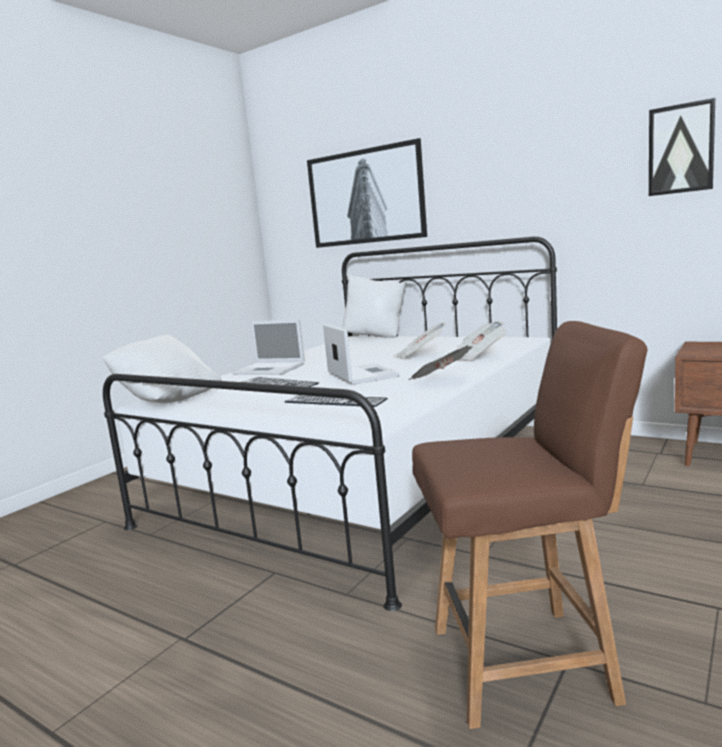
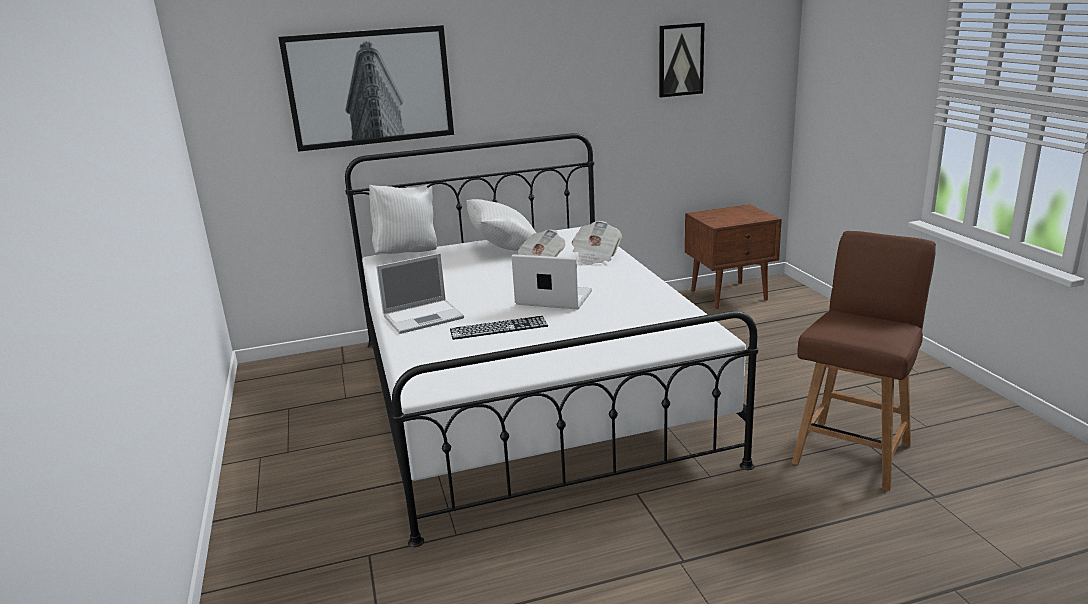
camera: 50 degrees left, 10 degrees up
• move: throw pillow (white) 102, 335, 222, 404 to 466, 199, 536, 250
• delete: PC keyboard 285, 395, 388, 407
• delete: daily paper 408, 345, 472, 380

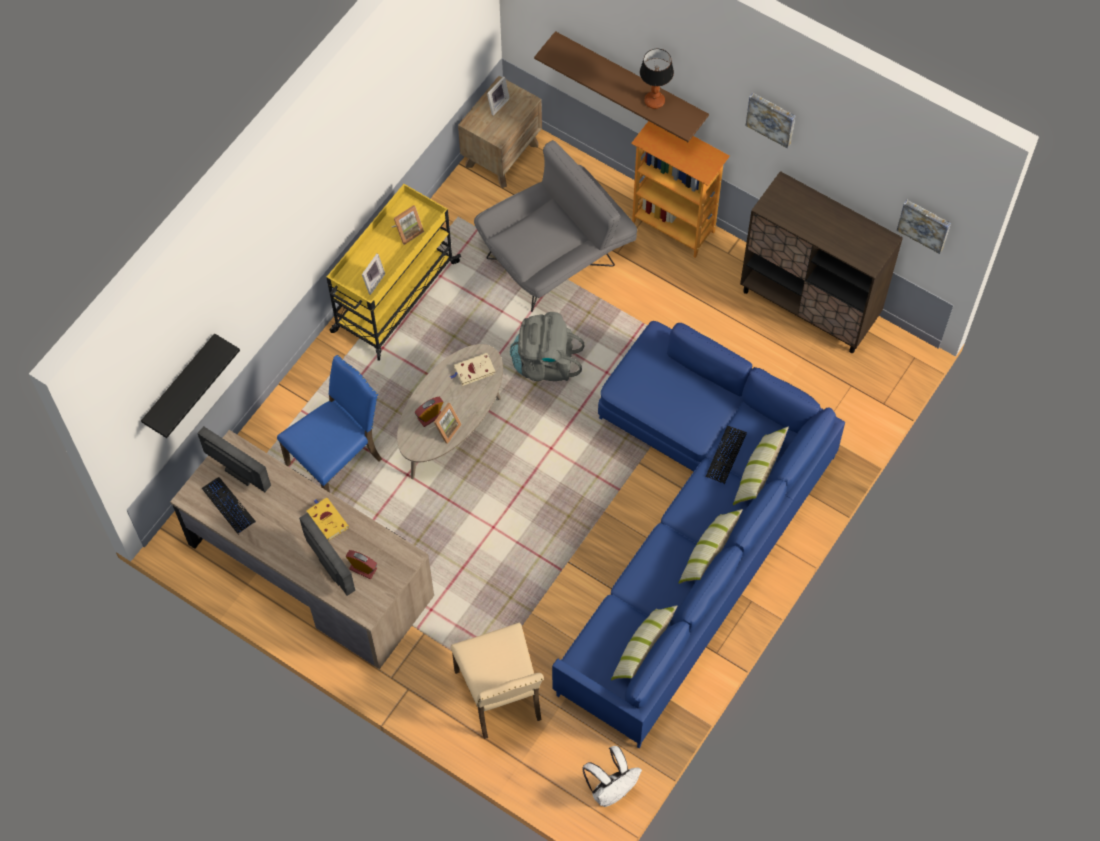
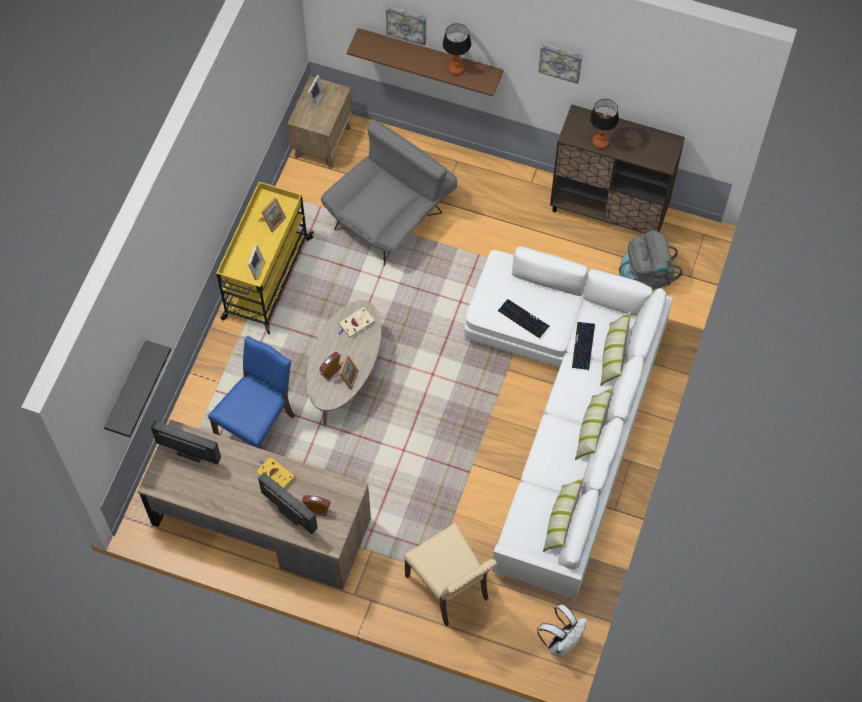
camera: 15 degrees left, 0 degrees up
• move: wall art 897, 200, 951, 254 to 386, 6, 426, 46
• recolor: settee (bluish) 552, 321, 845, 748 to settee (white) 464, 246, 673, 603
• move: PC keyboard 202, 477, 256, 534 to 498, 299, 549, 338
• insert: lamp for a table 590, 99, 619, 149
• move: rucksack (greyish) 510, 312, 585, 381 to 619, 230, 682, 289
• delete: bookcase 631, 121, 730, 258

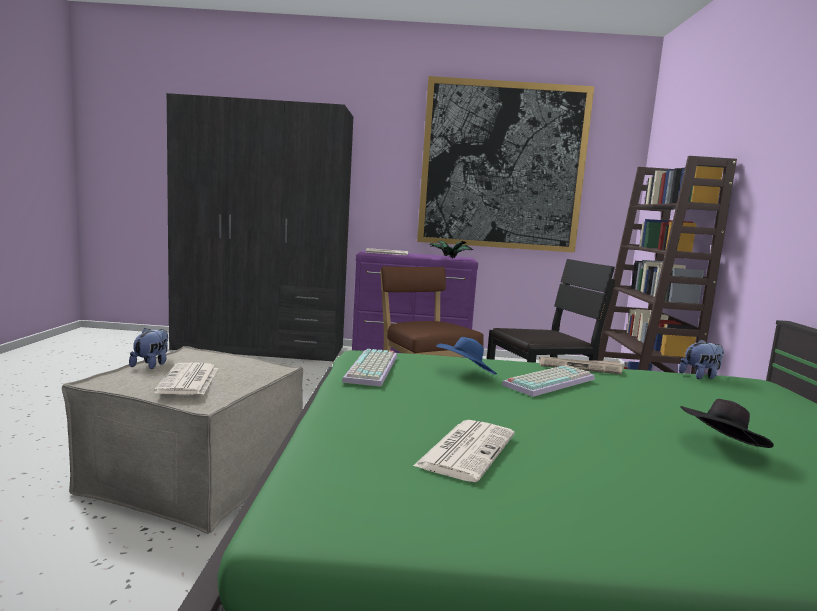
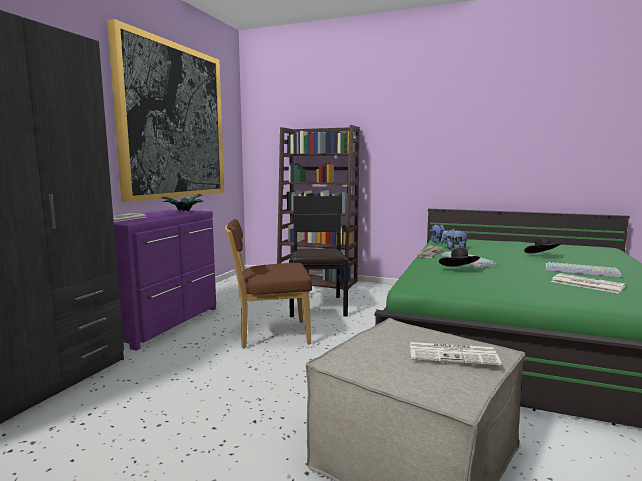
camera: 70 degrees left, 0 degrees up
• recolor: hat (bluish) 436, 337, 497, 375 to hat (blackish) 439, 248, 480, 267
• move: soft toy 129, 328, 168, 369 to 441, 229, 469, 250
• move: PC keyboard 342, 349, 397, 387 to 545, 262, 622, 277

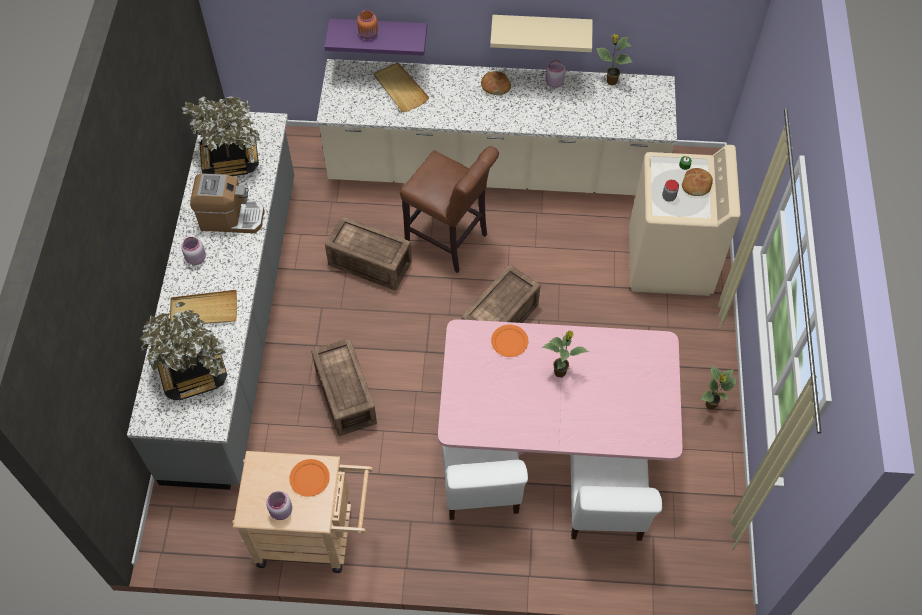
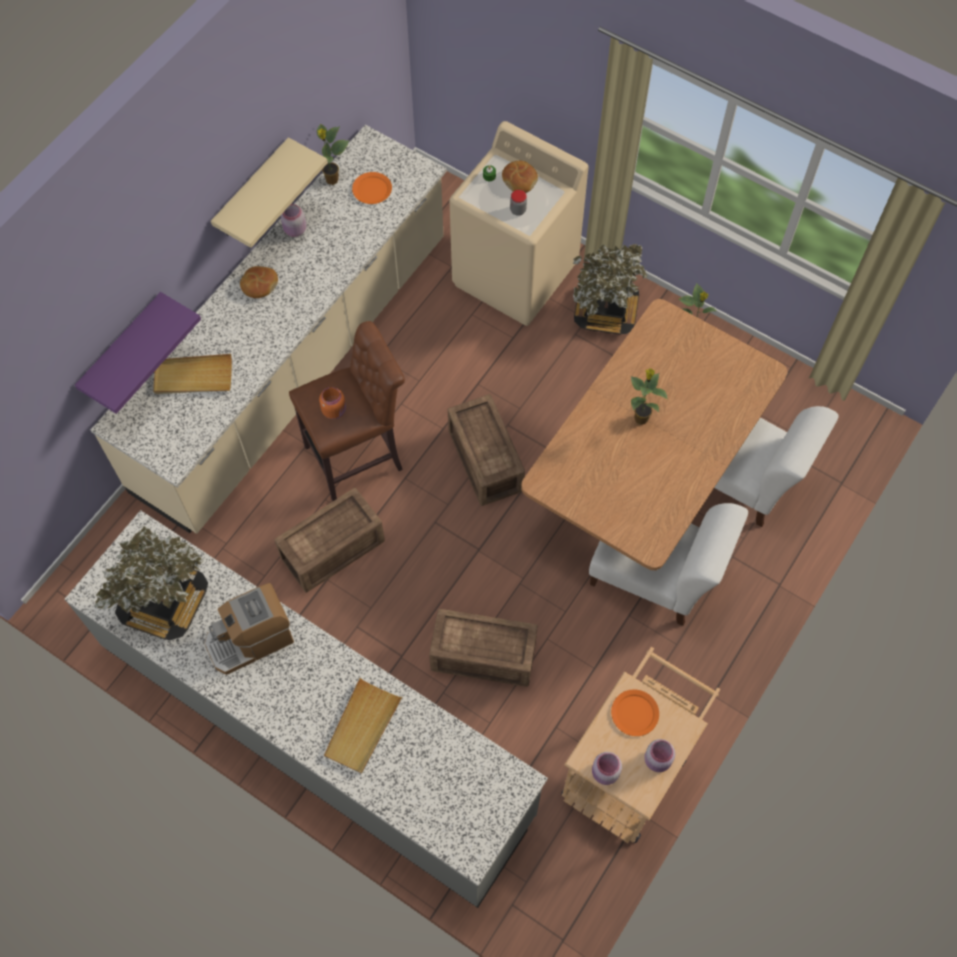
camera: 60 degrees left, 5 degrees up
• rotate: coffee machine 190, 173, 265, 233 = 204, 583, 294, 675 150 degrees counterclockwise
• move: preserve jar (orange-coloured) 357, 10, 378, 39 to 319, 387, 346, 419
• move: dinner plate (orange-coloured) 491, 325, 528, 357 to 352, 172, 392, 204
• recolor: dinner table (pink) 438, 319, 683, 461 to dinner table (brown) 521, 299, 787, 570
• move: houseplant 140, 302, 227, 400 to 573, 244, 648, 335
• move: preserve jar (pink) 182, 237, 206, 265 to 592, 752, 622, 785

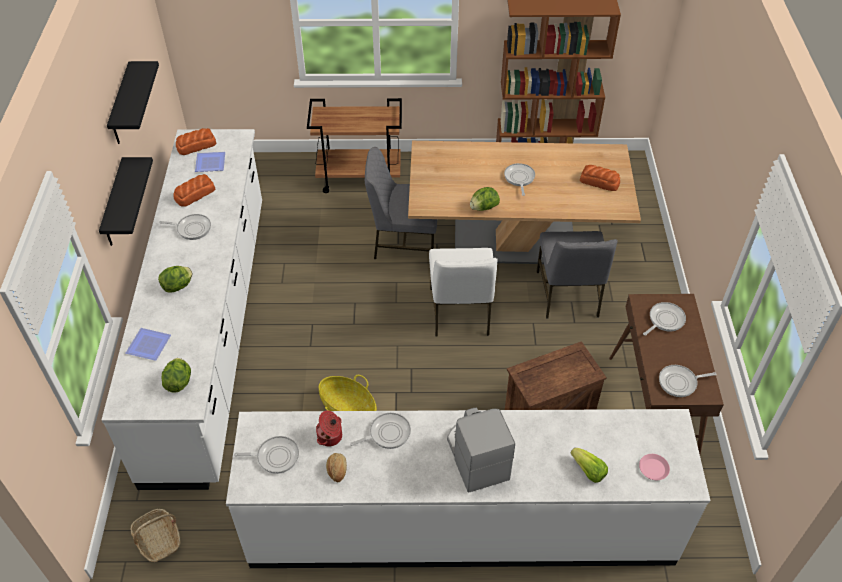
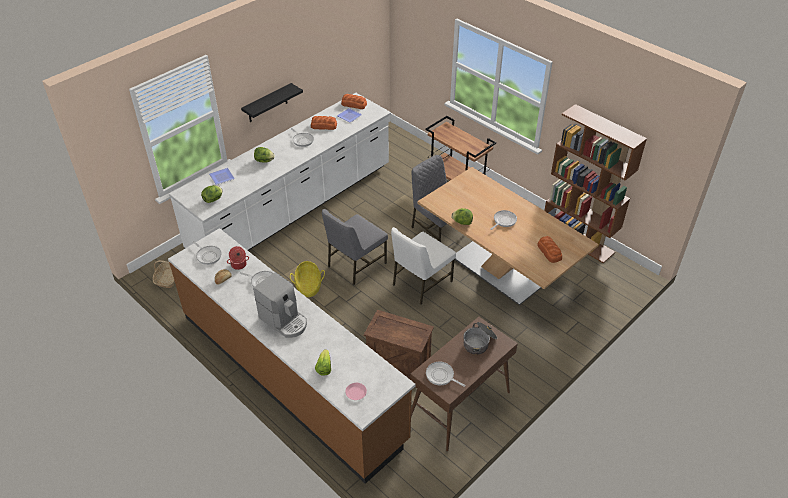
camera: 45 degrees right, 5 degrees down
• recolor: kitchen base unit (white) 226, 409, 710, 568 to kitchen base unit (brown) 168, 228, 416, 484
• rotate: coffee machine 447, 408, 515, 492 = 253, 272, 307, 338 105 degrees clockwise
• move: plain chair (greyish) 536, 231, 618, 318 to 322, 209, 388, 285
• replace: skillet 643, 302, 686, 336 to cooking pot 463, 322, 497, 355
• delete: shelf (blackish) 107, 61, 159, 144

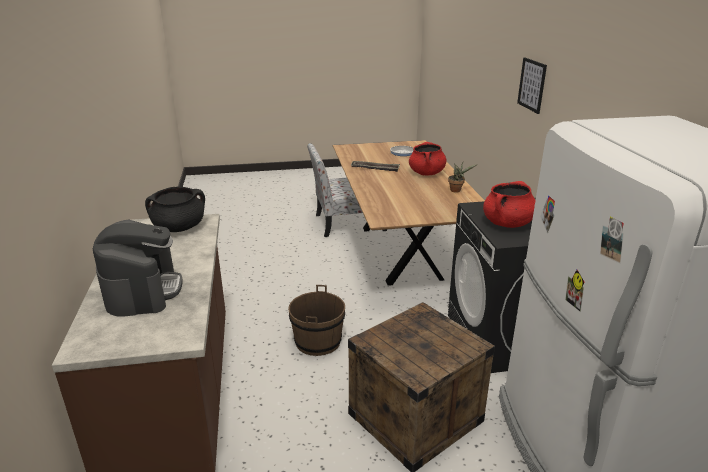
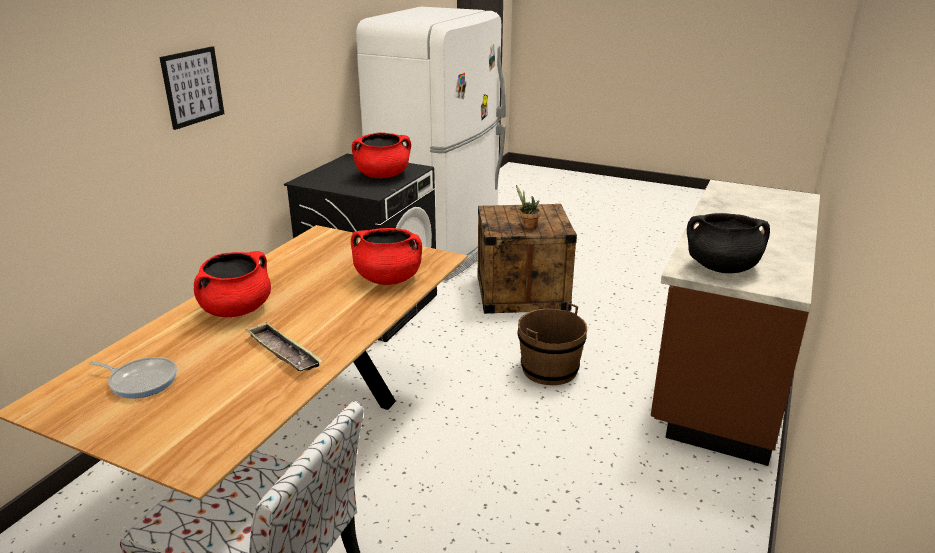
camera: 145 degrees left, 0 degrees up
• insert: cooking pot (red-coloured) 351, 228, 422, 285
• move: houseplant 448, 162, 477, 193 to 516, 185, 540, 229
• delete: coffee machine 93, 220, 183, 317

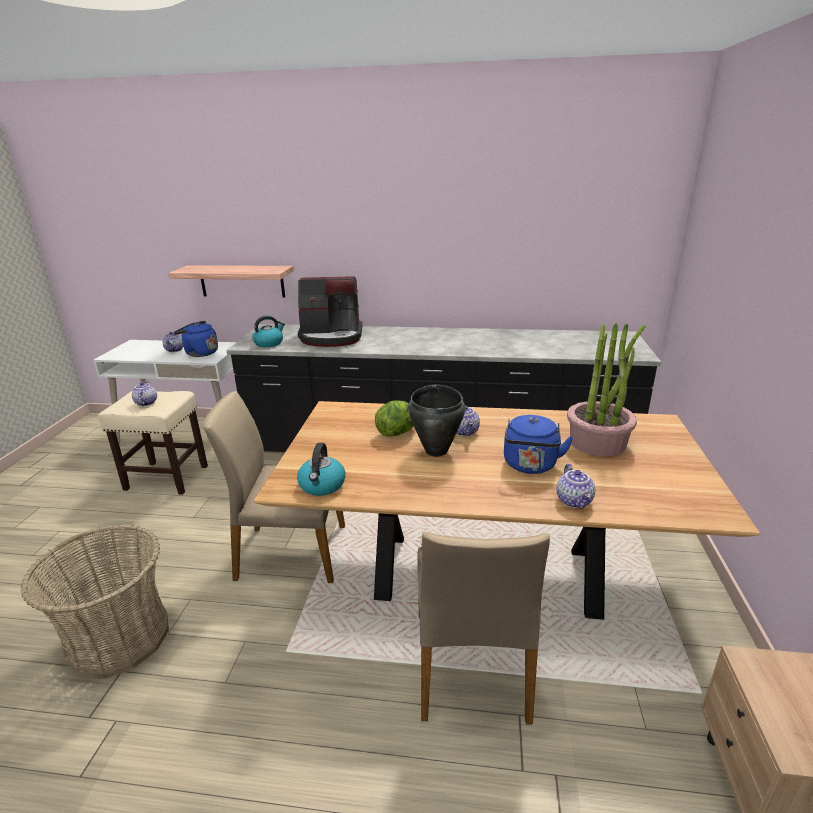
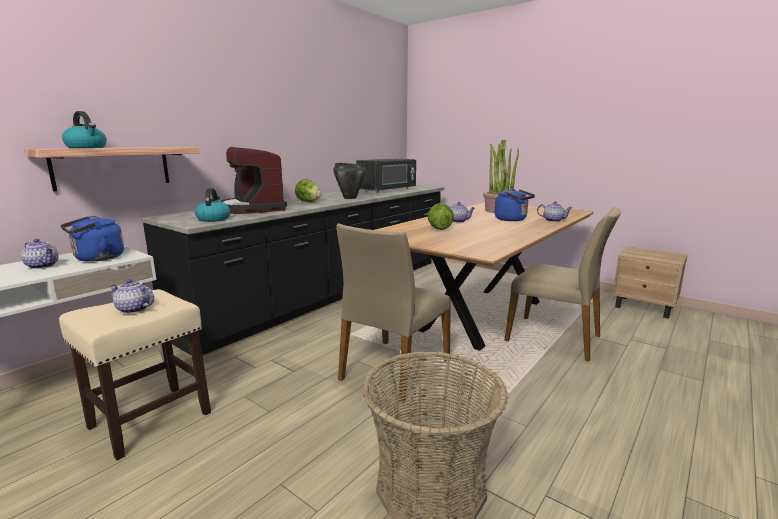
camera: 60 degrees left, 10 degrees down
• move: water kettle 297, 443, 345, 496 to 62, 111, 107, 148
• rotate: coffee machine 298, 276, 362, 347 = 221, 147, 287, 214 120 degrees clockwise
• insert: lettuce 295, 179, 322, 202
• move: cooking pot (blackish) 408, 385, 465, 457 to 333, 163, 366, 199
• insert: microwave oven (blackish) 356, 158, 416, 193

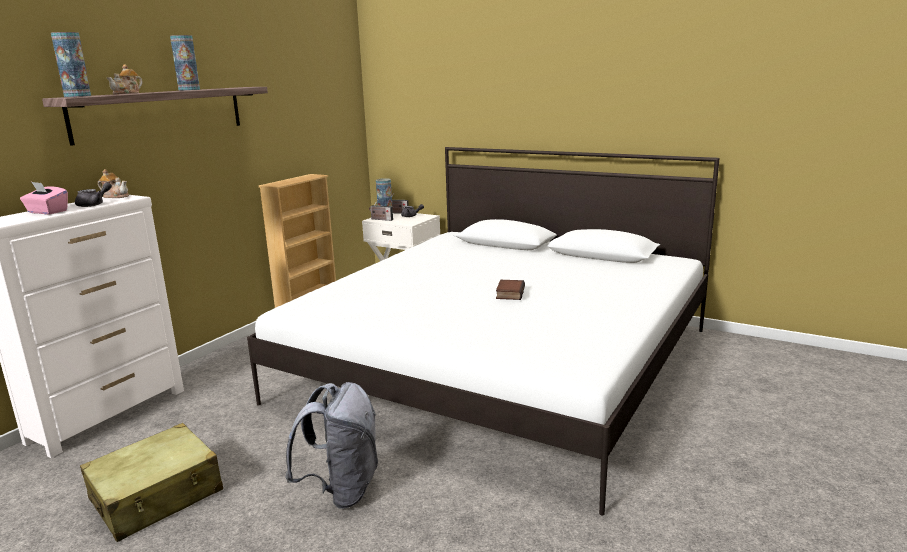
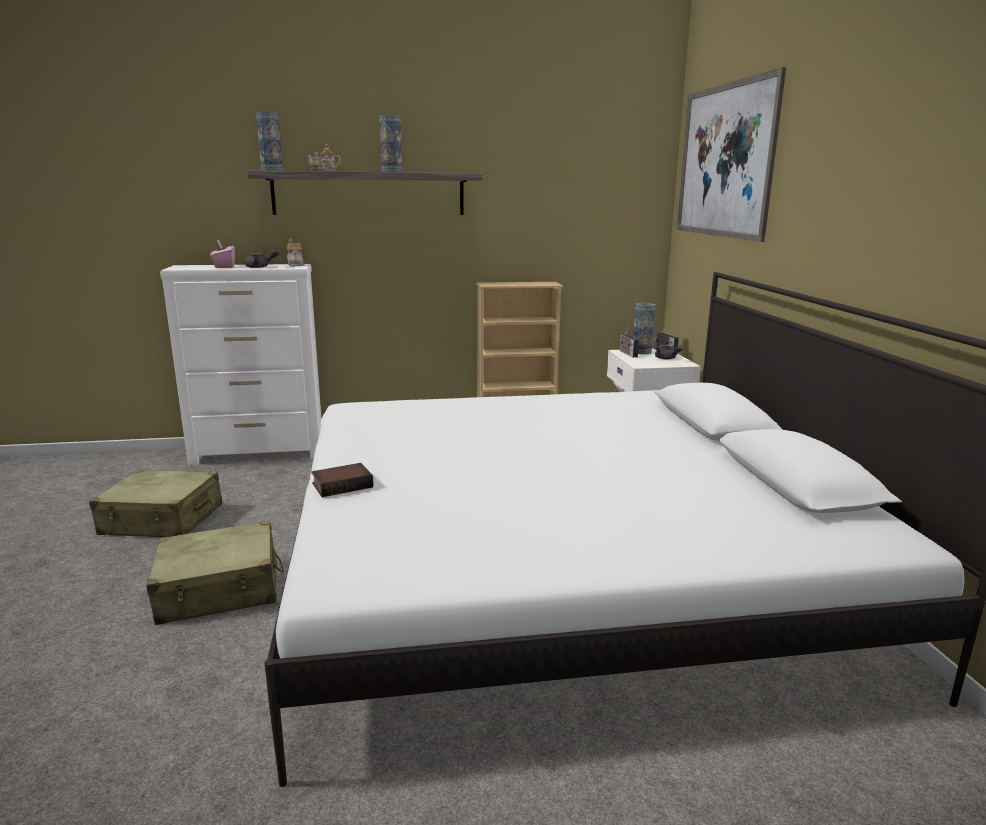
camera: 50 degrees right, 0 degrees up
• replace: rucksack (greyish) 285, 382, 378, 509 to travel case (beige) 147, 521, 284, 625
• move: volume 496, 280, 525, 300 to 311, 463, 373, 497
• insert: wall art 677, 67, 786, 242

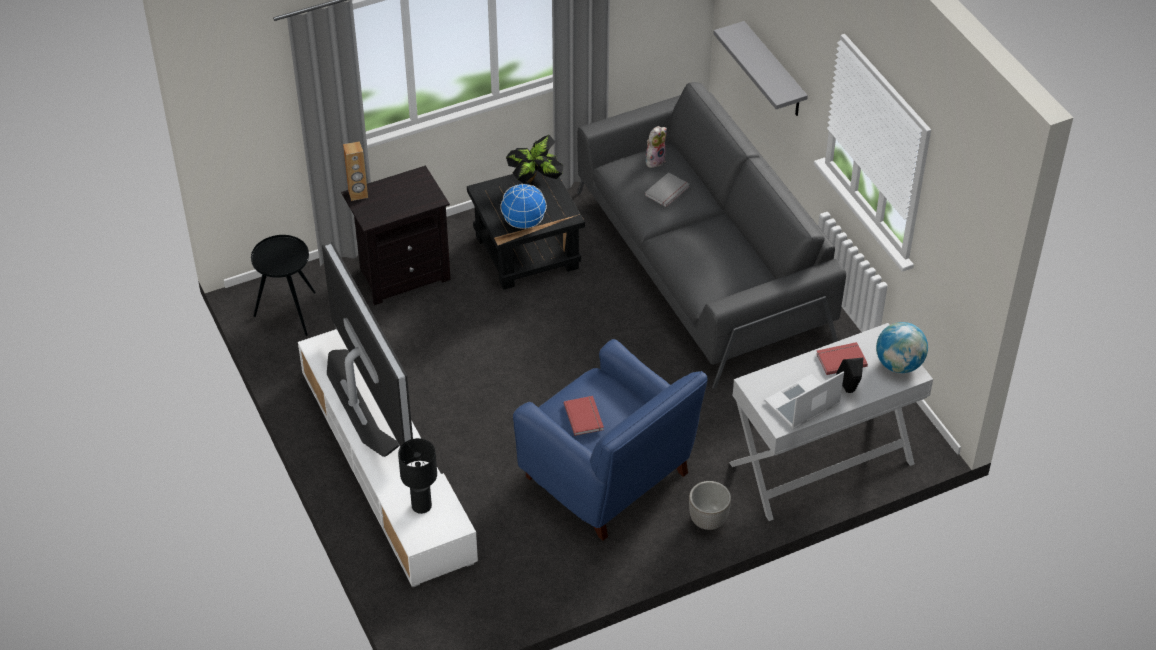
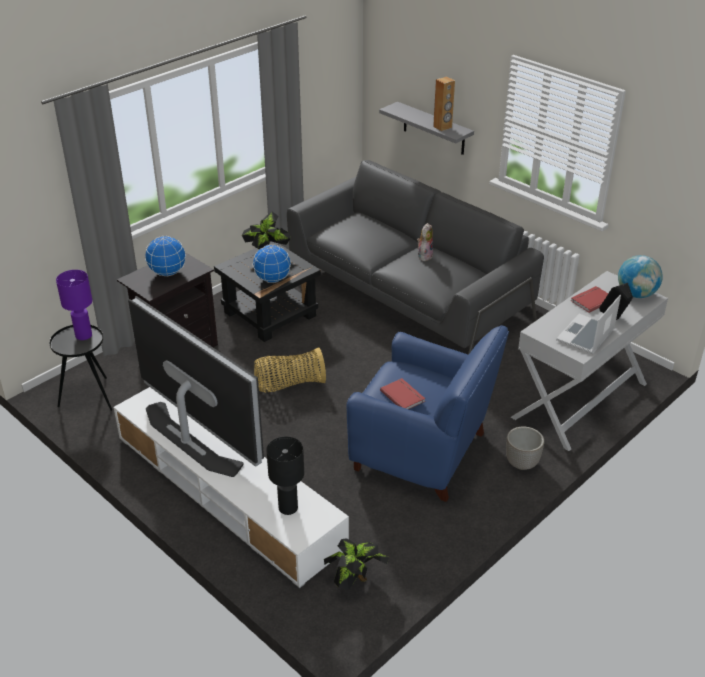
camera: 20 degrees left, 10 degrees down
• insert: lamp for a table (purplish) 56, 270, 92, 340
• insert: world globe 145, 236, 186, 276
• insert: storage basket 254, 347, 326, 393
• insert: houseplant 324, 538, 389, 590
• move: soft toy 645, 126, 667, 168 to 417, 223, 433, 261
• move: speaker (brown) 343, 141, 368, 201 to 433, 77, 455, 131
• delete: volume (greyish) 644, 172, 689, 207

